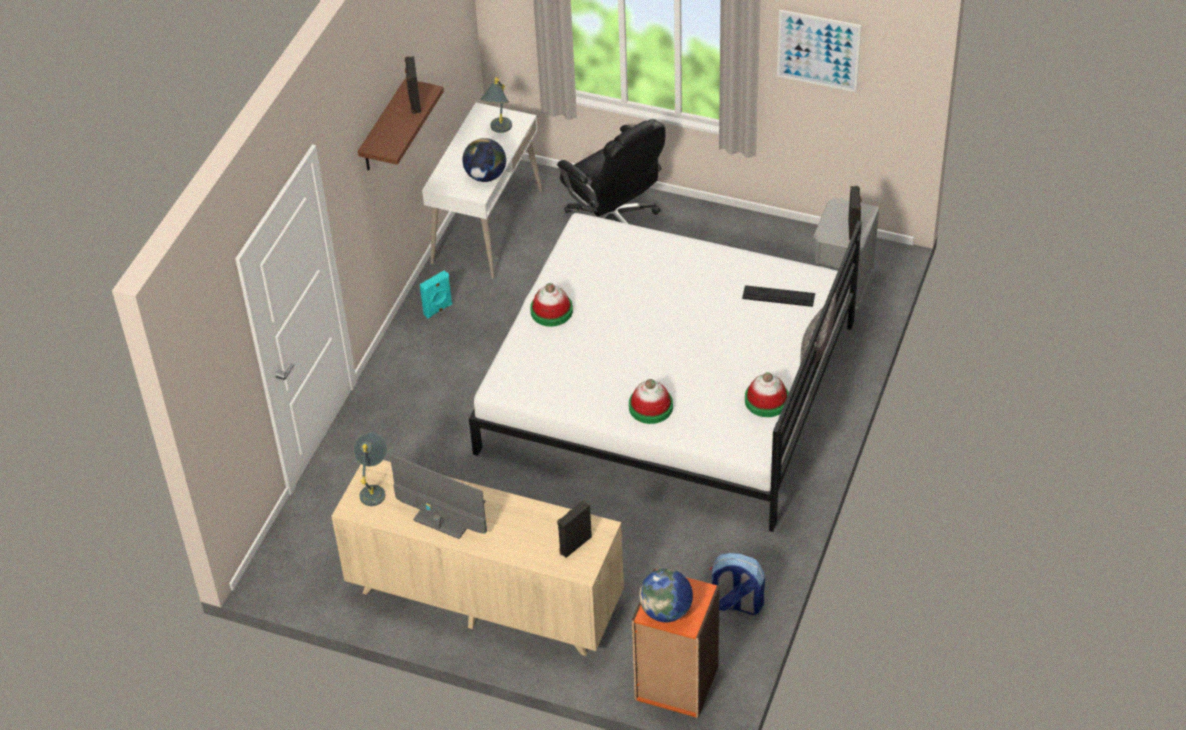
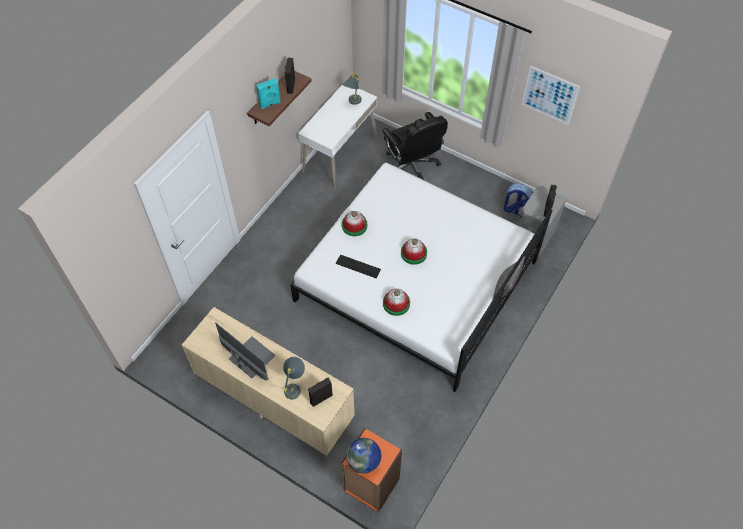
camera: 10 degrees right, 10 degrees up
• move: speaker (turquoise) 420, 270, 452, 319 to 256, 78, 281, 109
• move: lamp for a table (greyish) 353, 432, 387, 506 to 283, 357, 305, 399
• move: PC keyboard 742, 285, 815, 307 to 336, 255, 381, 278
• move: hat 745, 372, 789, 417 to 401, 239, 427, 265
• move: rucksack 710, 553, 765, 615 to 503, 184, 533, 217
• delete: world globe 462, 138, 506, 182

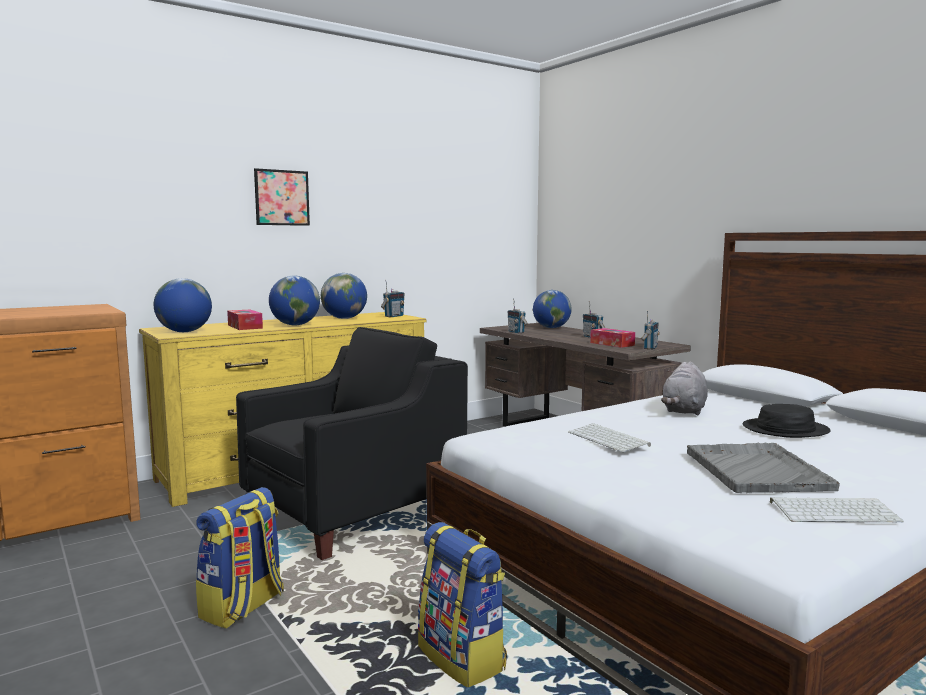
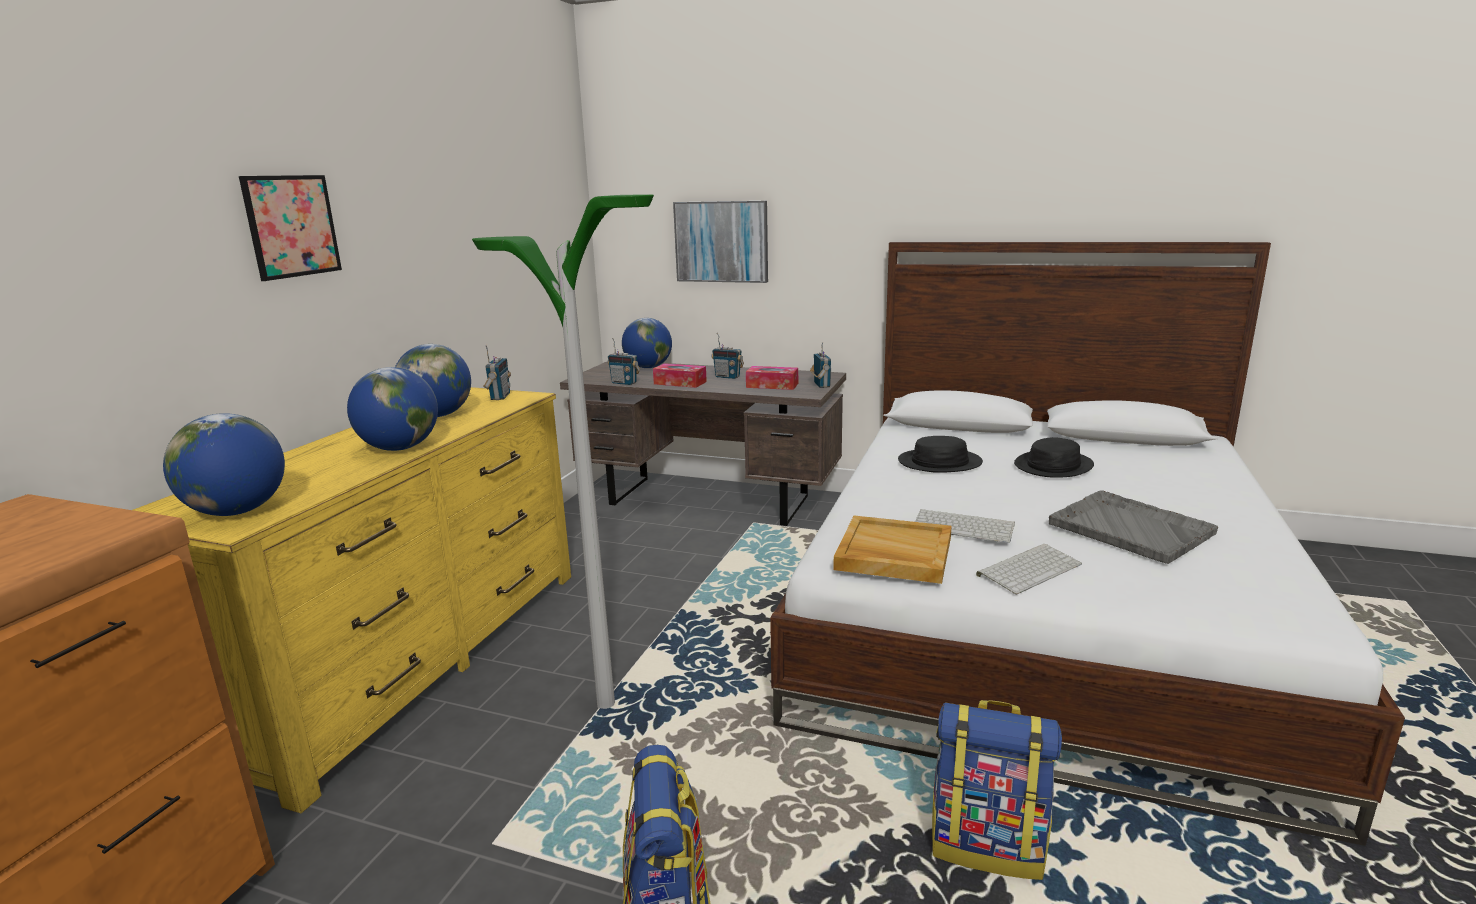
camera: 35 degrees left, 10 degrees up
• replace: lounge chair (blackish) 236, 327, 468, 560 to floor lamp 472, 194, 654, 709
• move: box of tissues 227, 310, 263, 330 to 653, 363, 707, 388
• insert: wall art 673, 201, 768, 283
• insert: carrying tray (beige) 833, 516, 952, 584
• replace: soft toy (greyish) 661, 361, 708, 416 to hat (blackish) 898, 436, 983, 473
• move: PC keyboard 770, 497, 904, 522 to 976, 544, 1082, 594

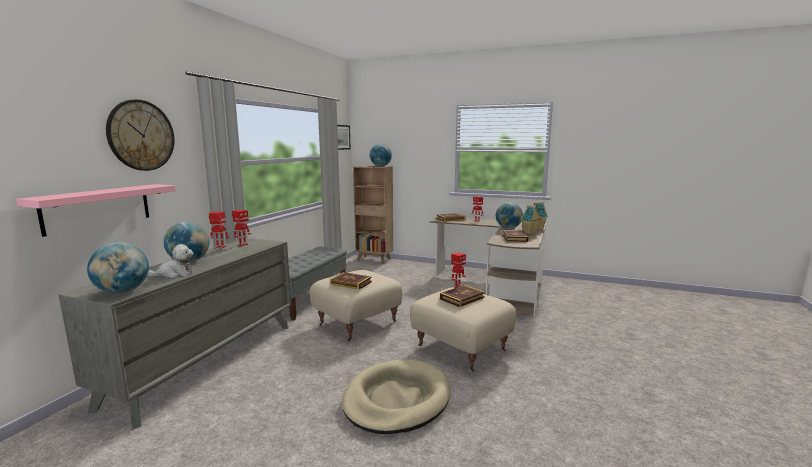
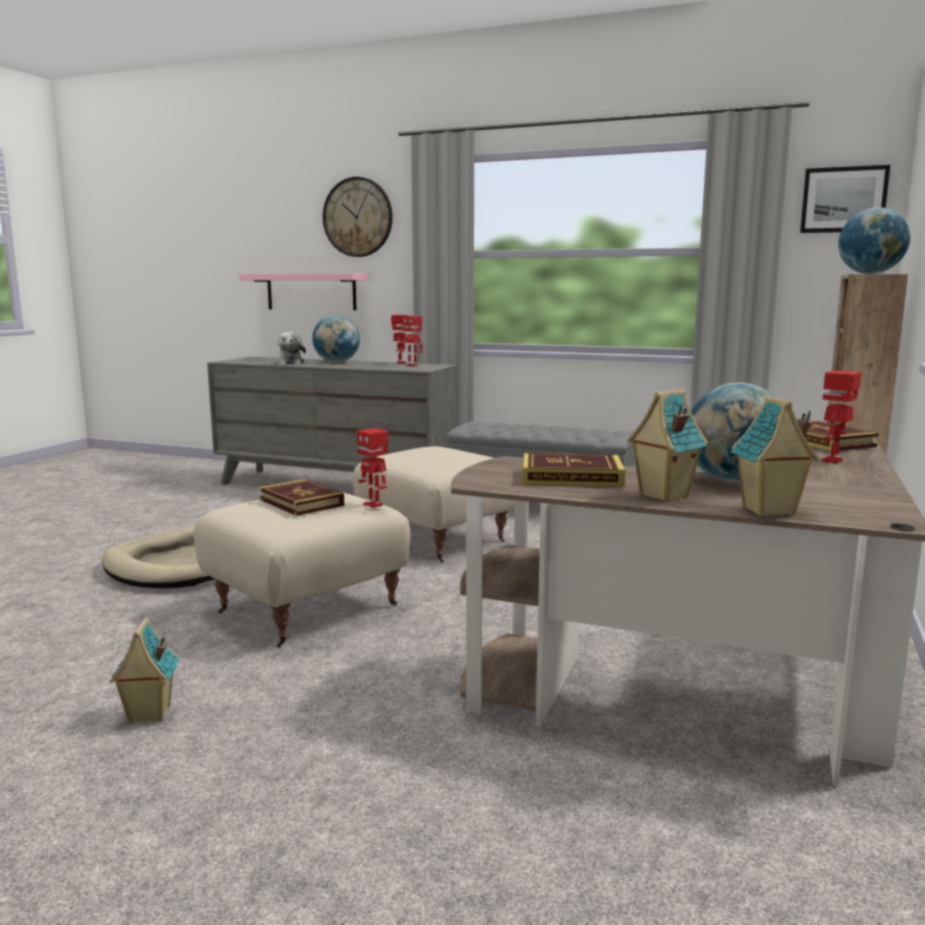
camera: 90 degrees right, 0 degrees up
• insert: miniature house 109, 617, 180, 724
• delete: world globe 87, 242, 149, 293
• delete: volume 330, 272, 372, 289

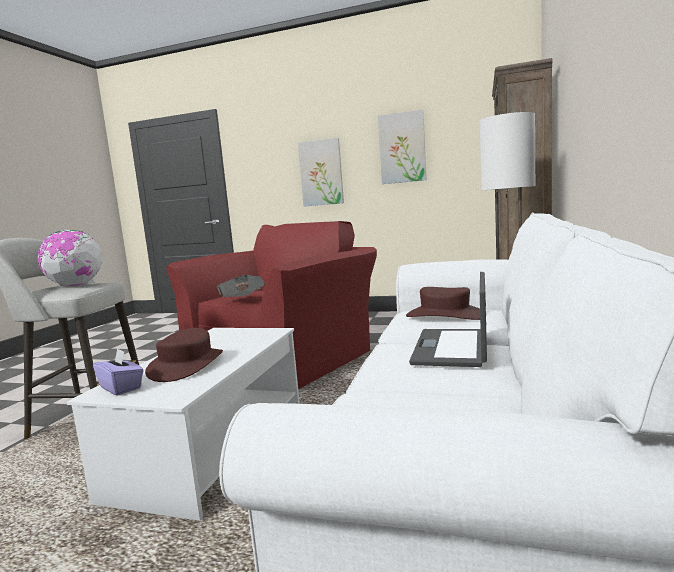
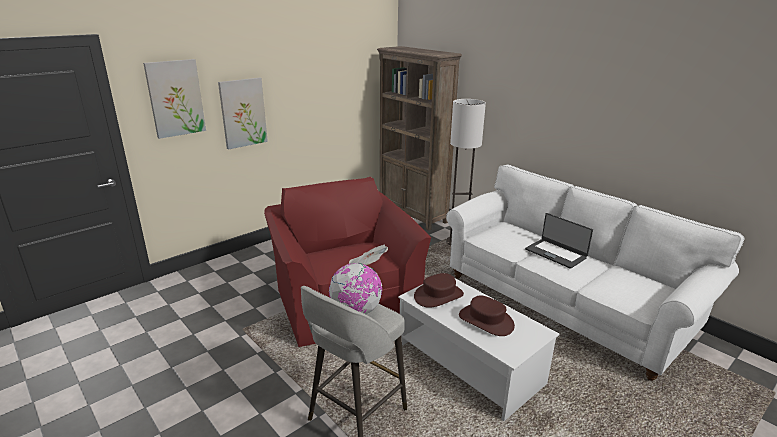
camera: 60 degrees left, 15 degrees up
• move: wall art 378, 110, 427, 184 to 143, 59, 206, 139
• move: hat (brown) 406, 287, 480, 320 to 414, 273, 464, 308
• delete: box of tissues (purplish) 93, 348, 144, 396

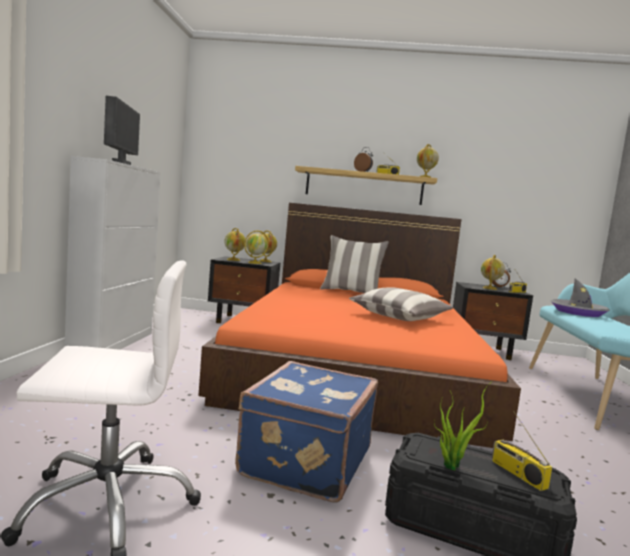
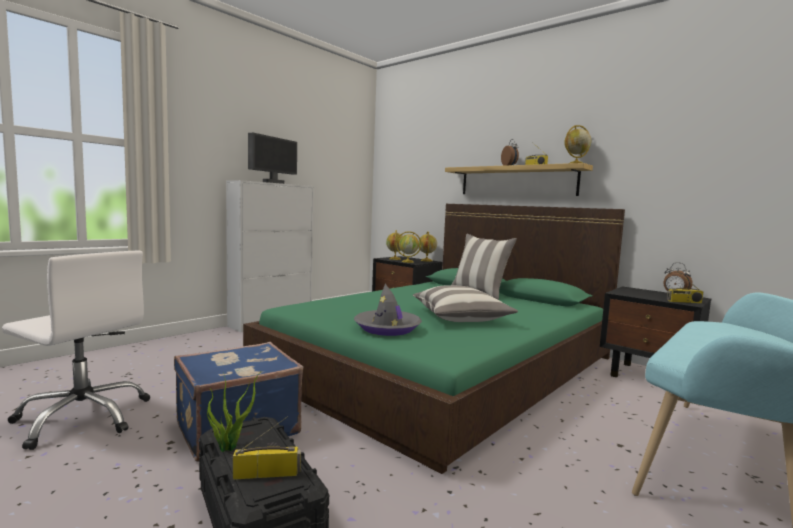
camera: 35 degrees right, 0 degrees up
• rotate: radio receiver 492, 411, 552, 491 = 233, 416, 301, 480 75 degrees clockwise
• recolor: sleeping bed (orange-coloured) 198, 203, 521, 448 to sleeping bed (green-coloured) 243, 204, 625, 474
• move: hat (greyish) 551, 278, 610, 317 to 354, 284, 422, 336
• delete: world globe 481, 255, 505, 290

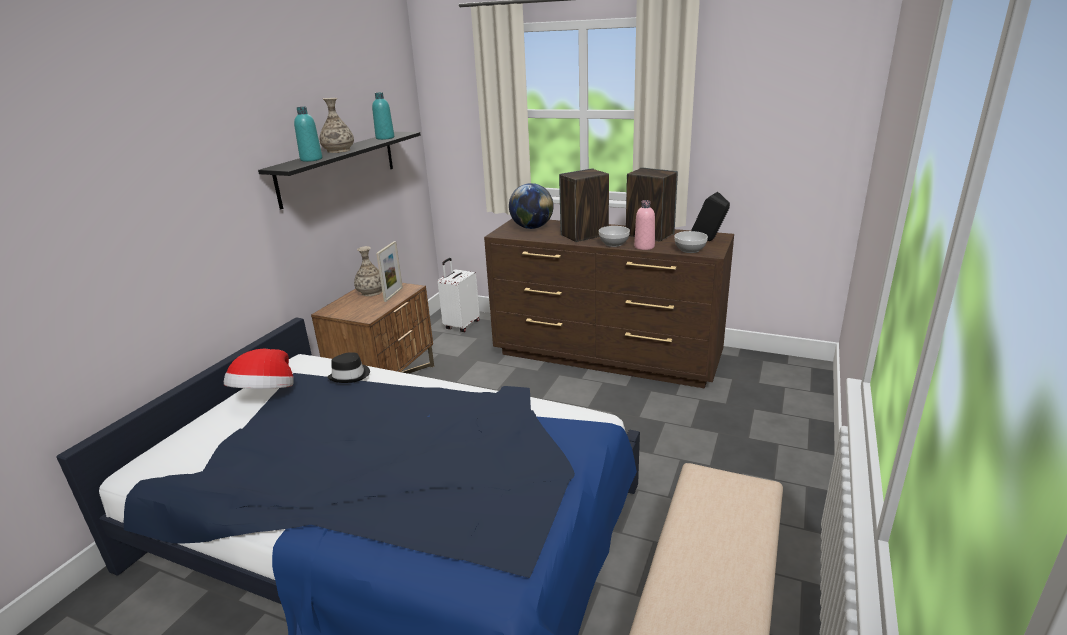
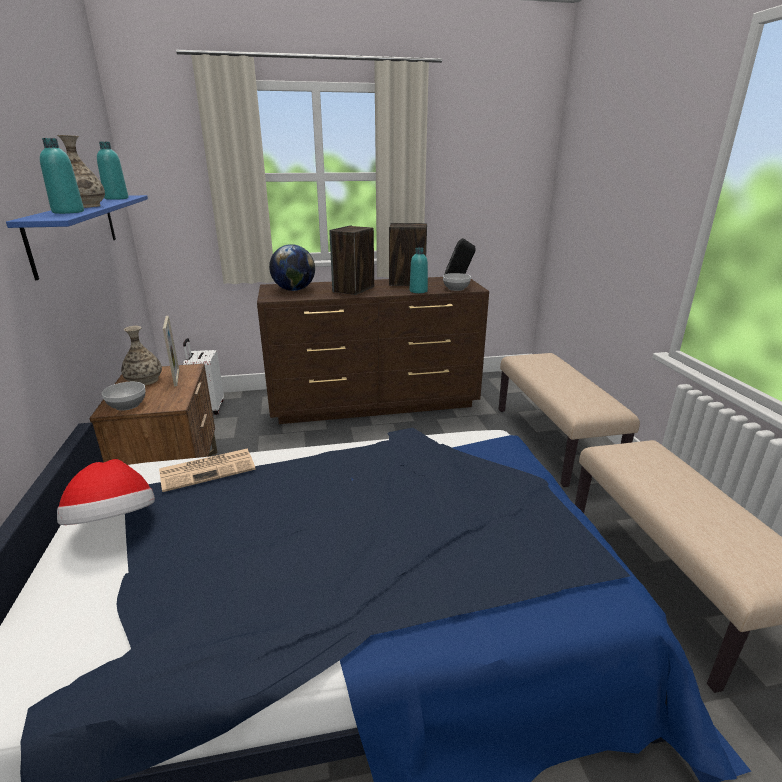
camera: 35 degrees left, 0 degrees up
• recolor: shelf (blackish) 258, 132, 420, 210 to shelf (bluish) 6, 195, 148, 280
• move: serving bowl 599, 226, 630, 247 to 102, 382, 145, 411
• replace: hat (blackish) 327, 352, 370, 383 to daily paper 159, 449, 256, 492
• recolor: drink bottle (pink) 634, 200, 655, 250 to drink bottle (turquoise) 410, 248, 428, 293
• insert: indoor bench (beige) 498, 353, 640, 487

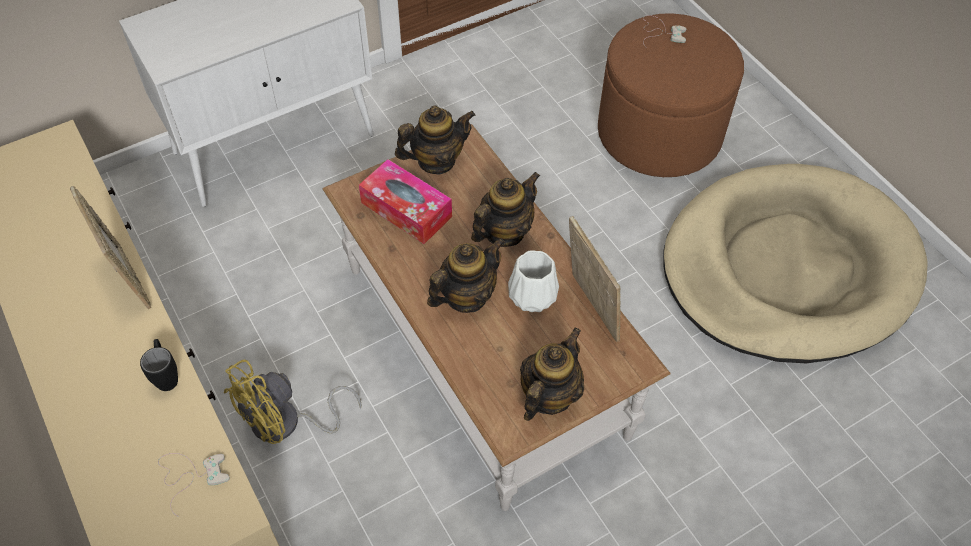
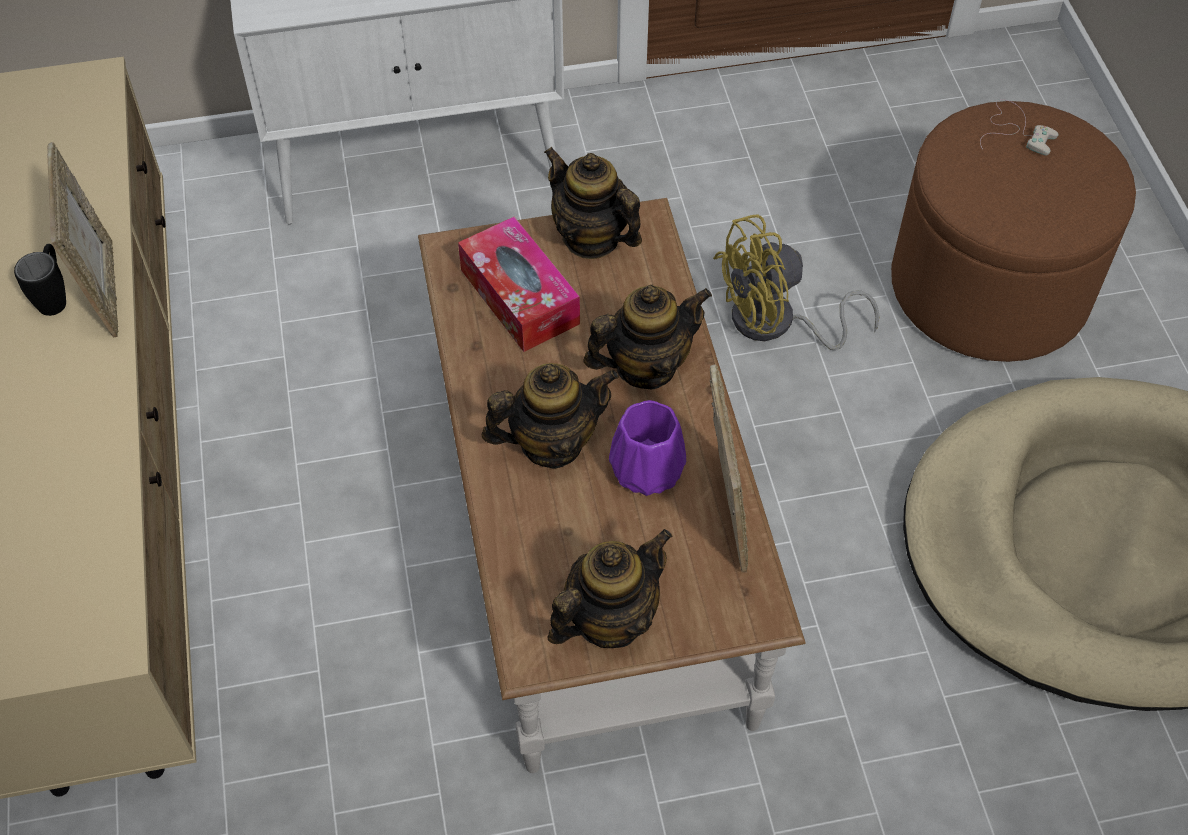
camera: 20 degrees right, 0 degrees up
• move: coffee mug (blackish) 140, 339, 178, 391 to 14, 244, 66, 316
• rotate: tea pot 395, 105, 475, 174 = 544, 147, 642, 259 135 degrees counterclockwise
• recolor: flower vase (white) 508, 250, 559, 312 to flower vase (purplish) 609, 400, 686, 496
• move: electric fan (yellow) 224, 360, 362, 444 to 713, 214, 880, 350
• delete: gamepad (white) 158, 453, 230, 517

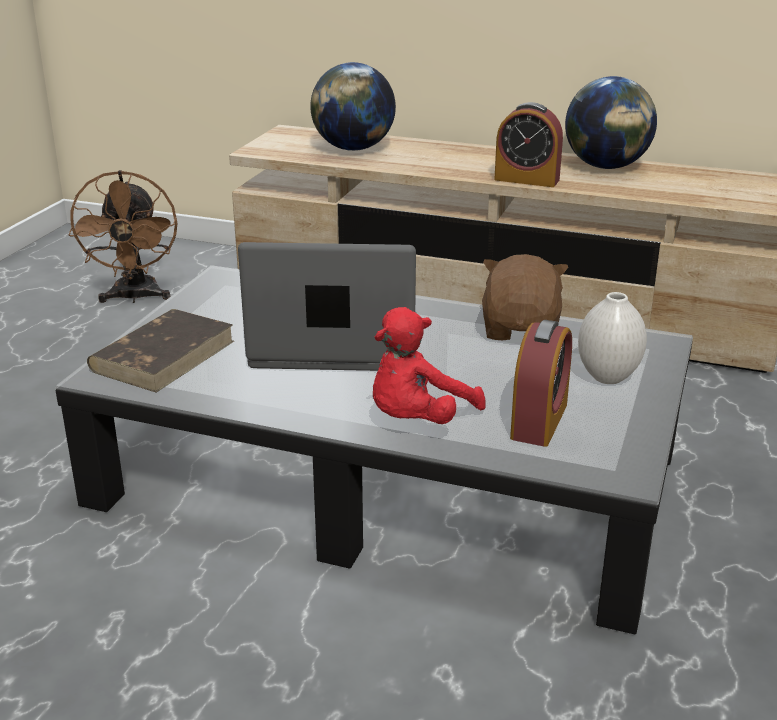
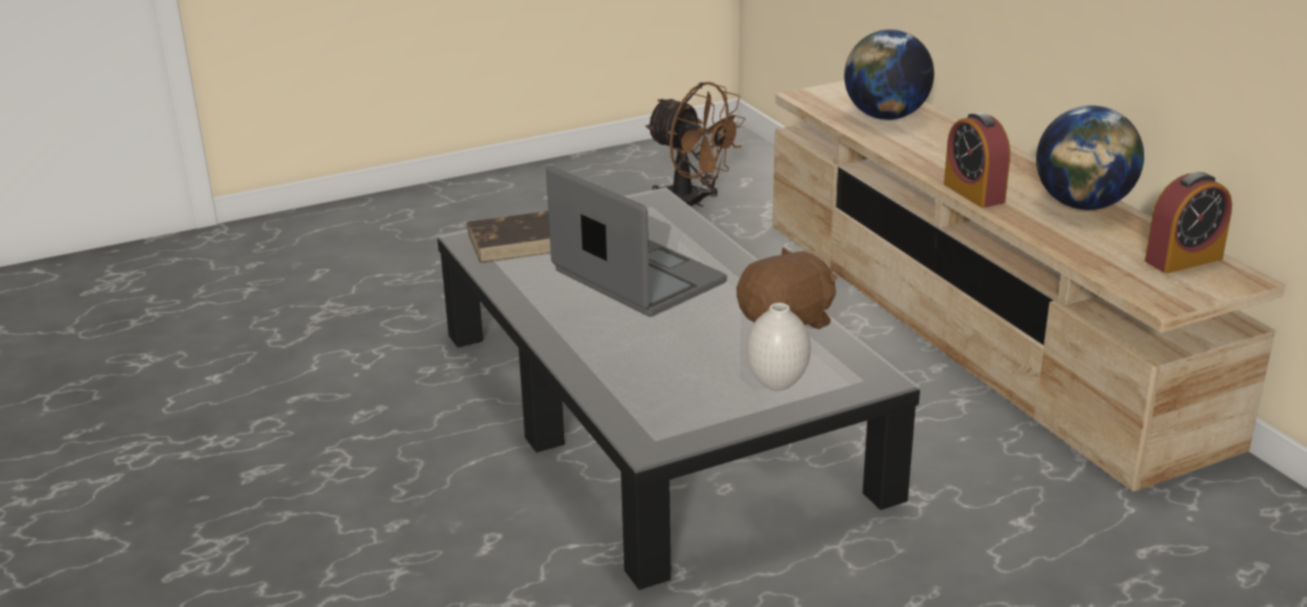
camera: 45 degrees right, 0 degrees up
• rotate: electric fan (brown) 69, 170, 177, 303 = 645, 82, 746, 207 90 degrees counterclockwise
• move: table clock 510, 320, 572, 447 to 1145, 172, 1232, 273
• delete: soft toy (red-coloured) 373, 307, 486, 424

